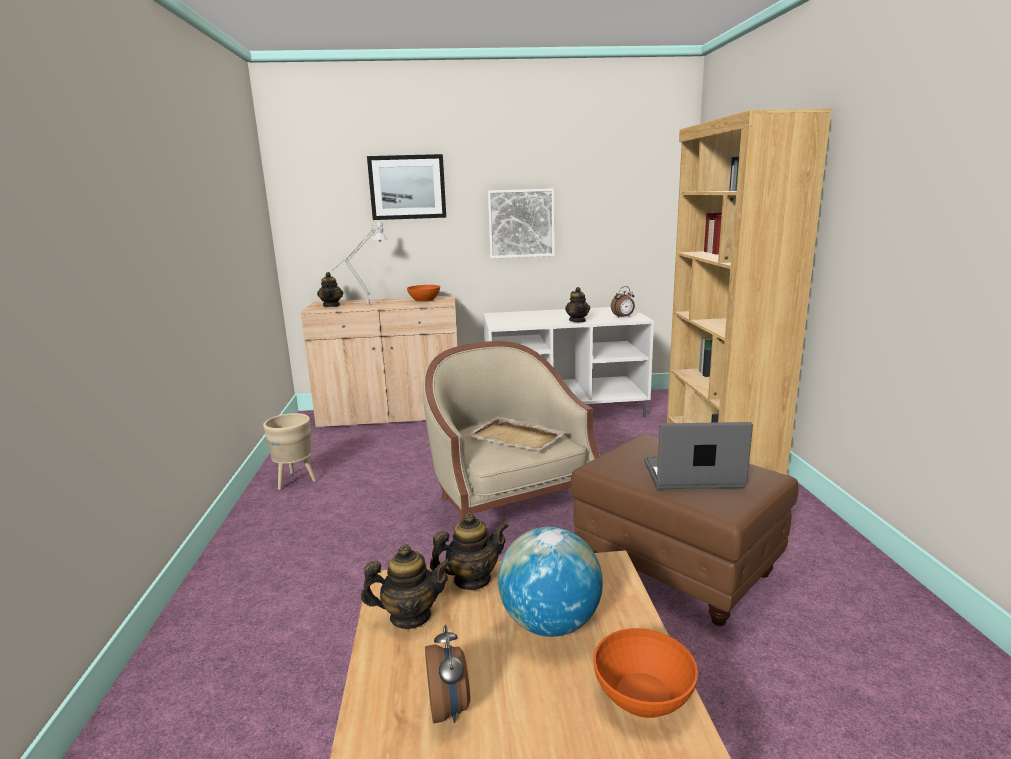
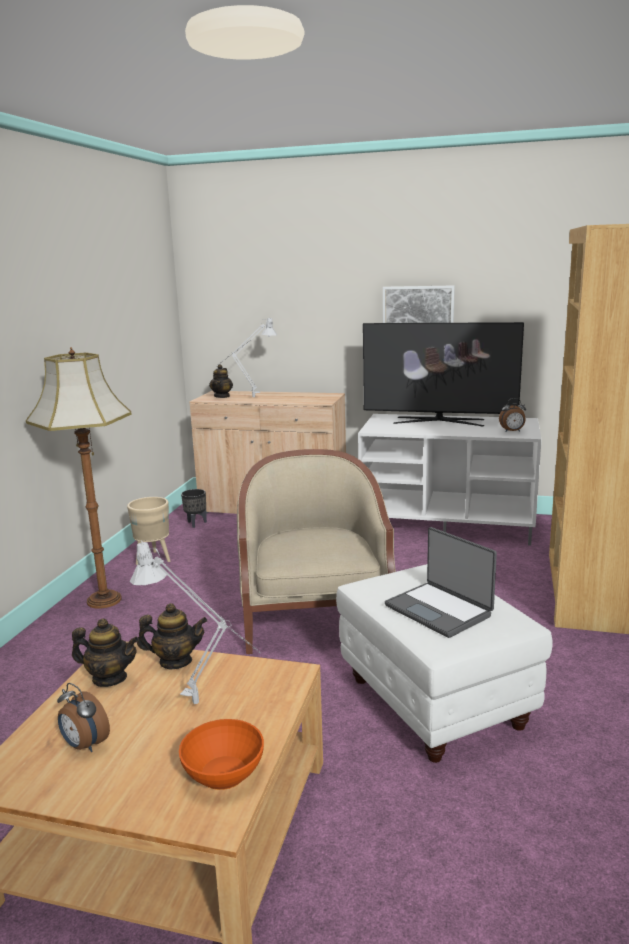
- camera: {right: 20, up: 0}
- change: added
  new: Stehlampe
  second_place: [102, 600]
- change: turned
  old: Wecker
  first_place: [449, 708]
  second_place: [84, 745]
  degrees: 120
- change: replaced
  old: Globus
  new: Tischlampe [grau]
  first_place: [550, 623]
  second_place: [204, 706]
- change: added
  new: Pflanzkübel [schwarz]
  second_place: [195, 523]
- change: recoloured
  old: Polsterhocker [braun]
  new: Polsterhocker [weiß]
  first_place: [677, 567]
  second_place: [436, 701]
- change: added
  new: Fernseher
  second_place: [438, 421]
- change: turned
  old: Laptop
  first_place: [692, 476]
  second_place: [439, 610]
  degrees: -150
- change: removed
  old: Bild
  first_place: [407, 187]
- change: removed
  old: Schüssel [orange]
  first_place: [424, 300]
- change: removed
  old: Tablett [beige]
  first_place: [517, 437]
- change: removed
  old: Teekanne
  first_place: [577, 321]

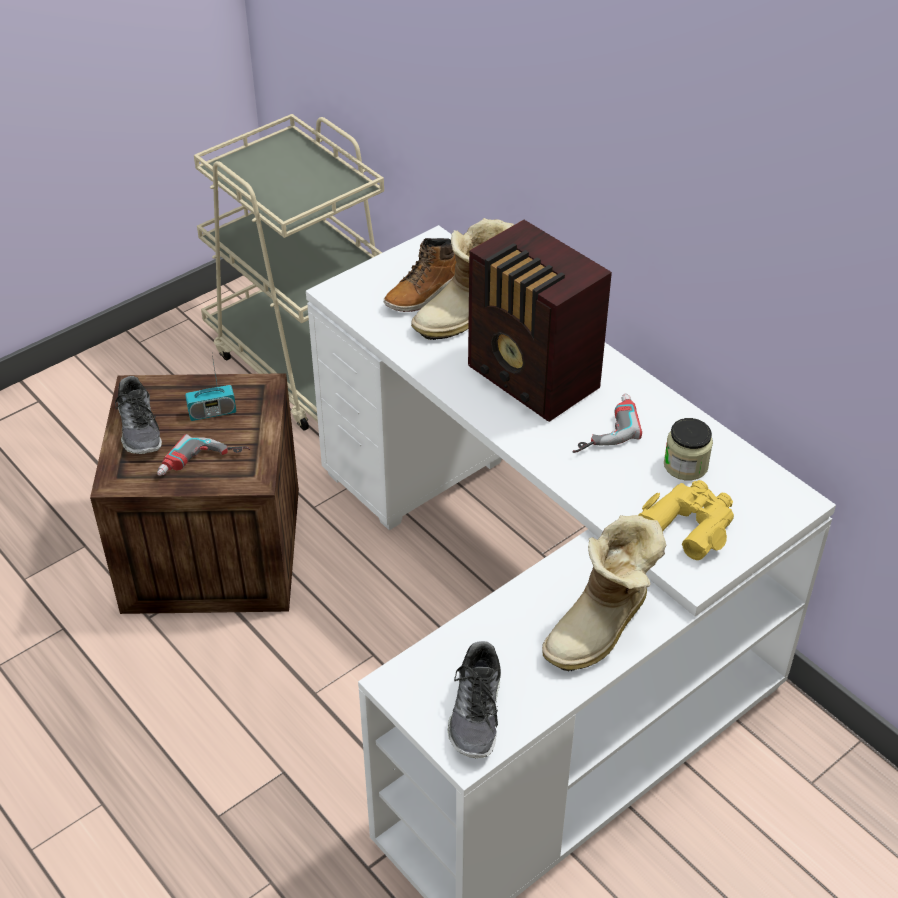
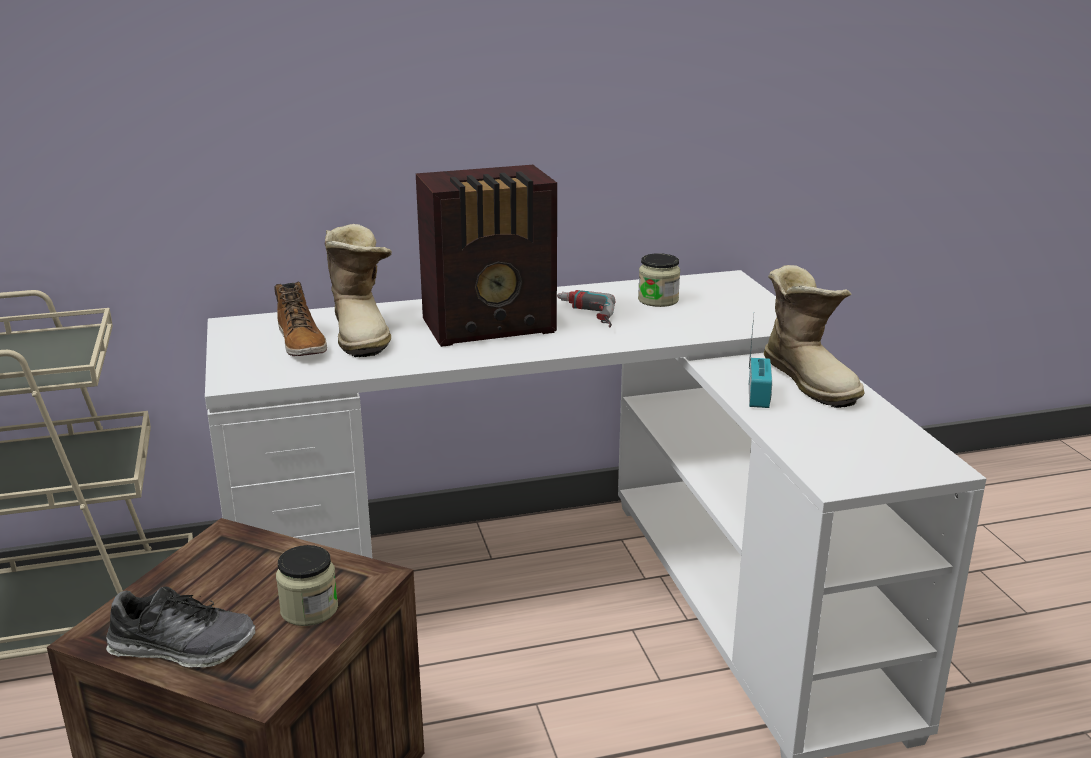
- camera: {right: -65, up: -20}
- change: replaced
  old: Bohrmaschine
  new: Vorratsglas
  first_place: [203, 465]
  second_place: [309, 609]
- change: moved
  old: Radio
  first_place: [212, 412]
  second_place: [758, 397]
- change: removed
  old: Schuh
  first_place: [477, 713]
- change: removed
  old: Fernglas [gelb]
  first_place: [690, 524]

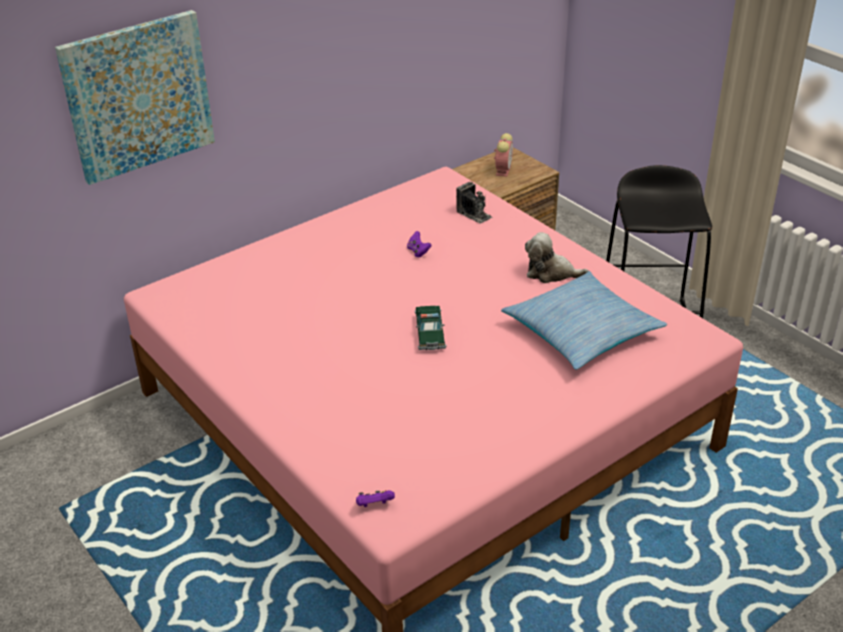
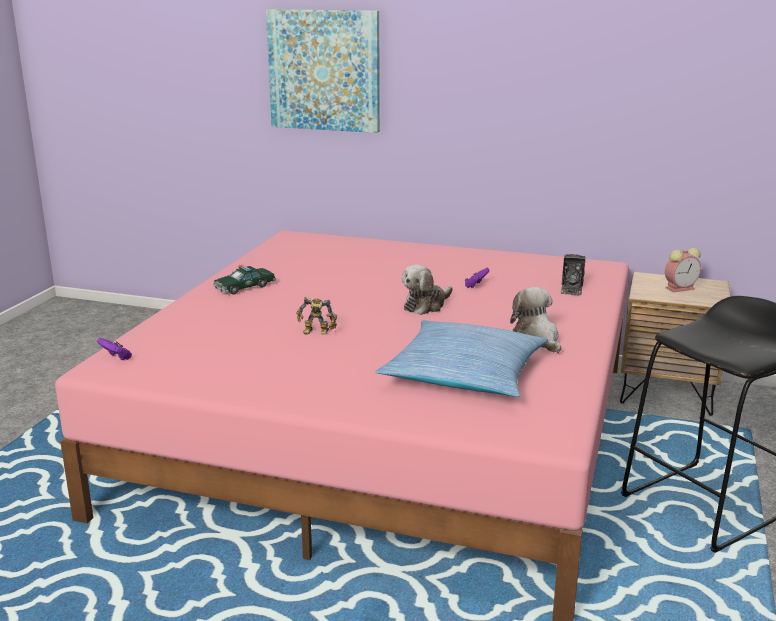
- camera: {right: 55, up: -15}
- change: moved
  old: Spielzeugauto
  first_place: [430, 334]
  second_place: [245, 287]
- change: added
  new: Spielzeugroboter
  second_place: [316, 332]
- change: added
  new: Plüschtier
  second_place: [426, 305]

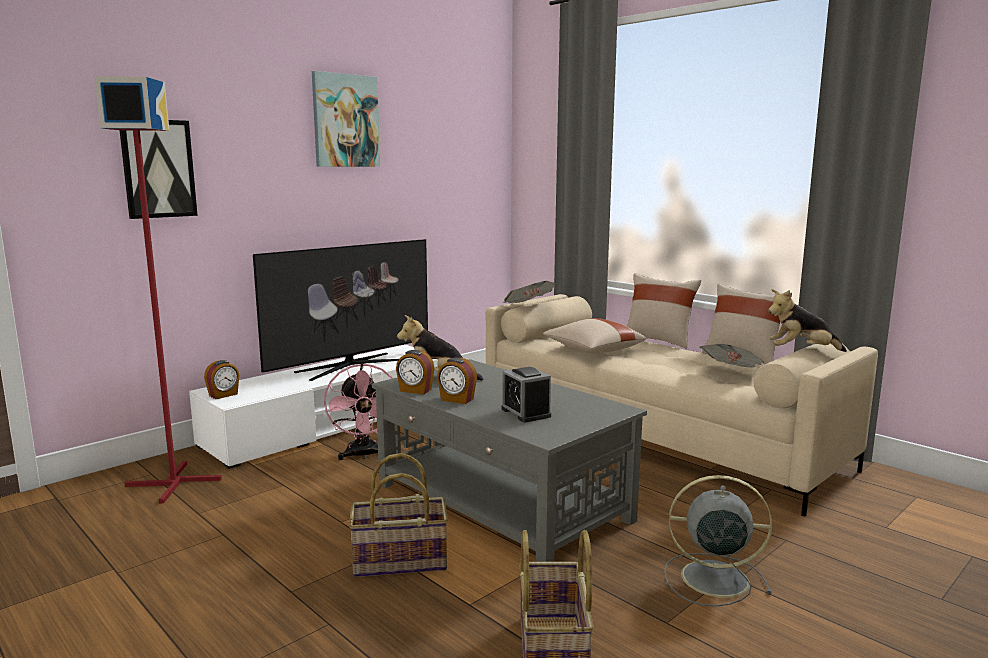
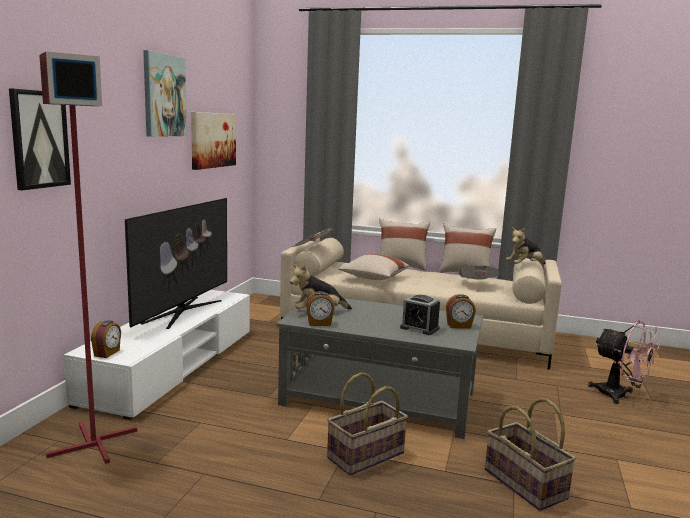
- camera: {right: -30, up: 0}
- change: added
  new: Bild
  second_place: [212, 140]
- change: moved
  old: Wecker
  first_place: [457, 400]
  second_place: [459, 326]
- change: moved
  old: Ventilator [rosa]
  first_place: [363, 455]
  second_place: [619, 396]
- change: removed
  old: Ventilator [grau]
  first_place: [711, 578]

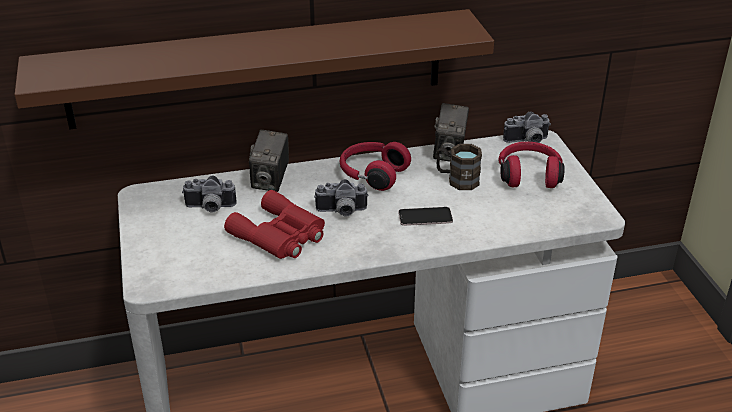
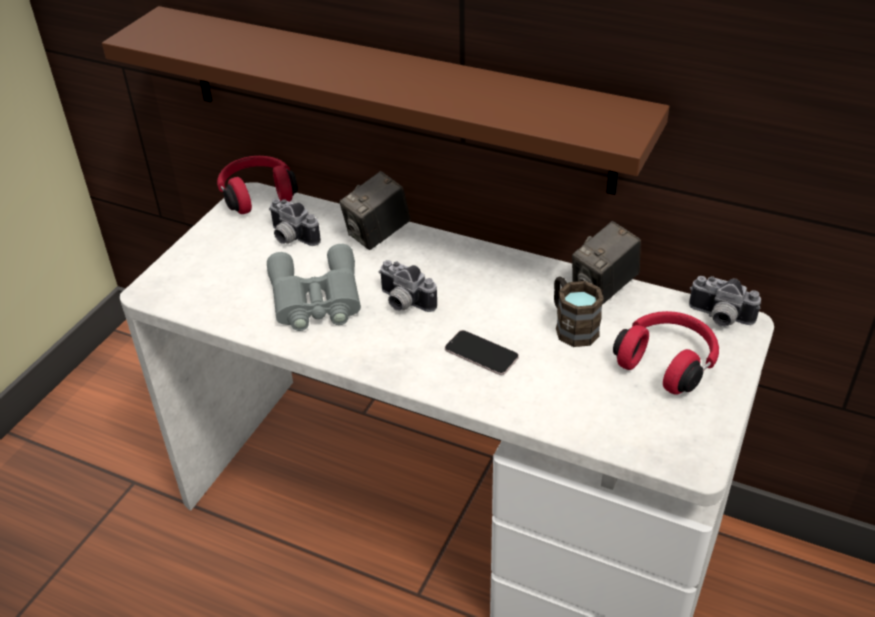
- camera: {right: 40, up: 5}
- change: moved
  old: Kopfhörer [rot]
  first_place: [372, 174]
  second_place: [257, 194]
- change: recoloured
  old: Fernglas [rot]
  new: Fernglas [grau]
  first_place: [280, 235]
  second_place: [315, 299]

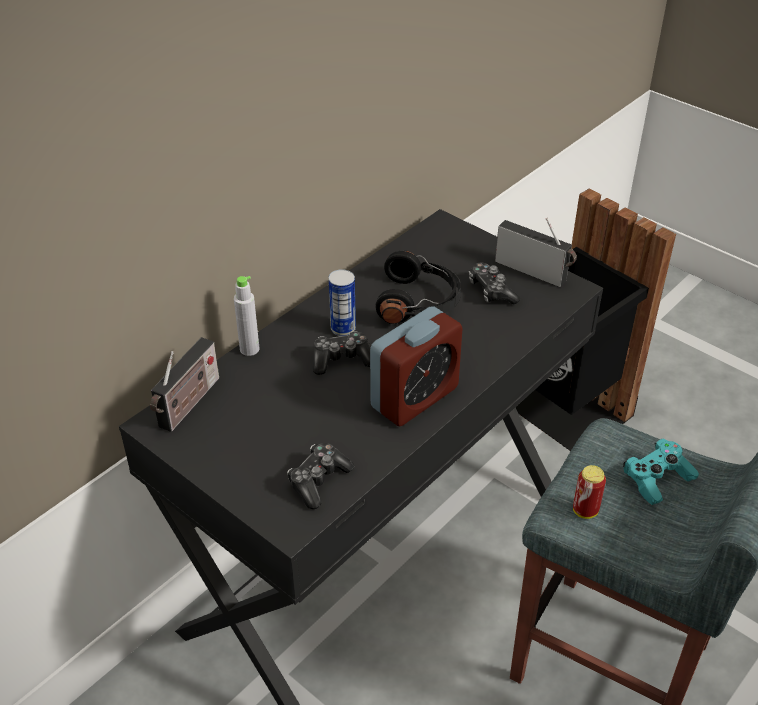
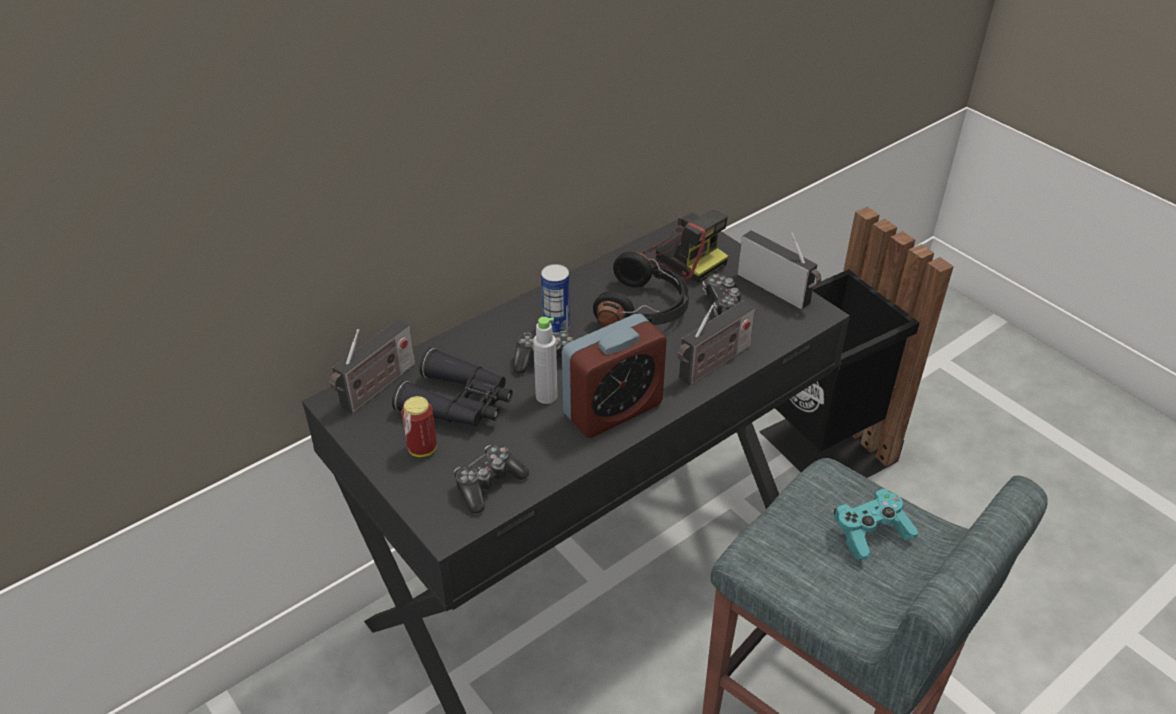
- camera: {right: 10, up: 0}
- change: added
  new: Fernglas [schwarz]
  second_place: [459, 403]
- change: moved
  old: Dose
  first_place: [585, 511]
  second_place: [422, 449]
- change: moved
  old: Flasche [grau]
  first_place: [249, 349]
  second_place: [546, 396]
- change: added
  new: Kamera
  second_place: [683, 257]
- change: added
  new: Radio
  second_place: [712, 364]

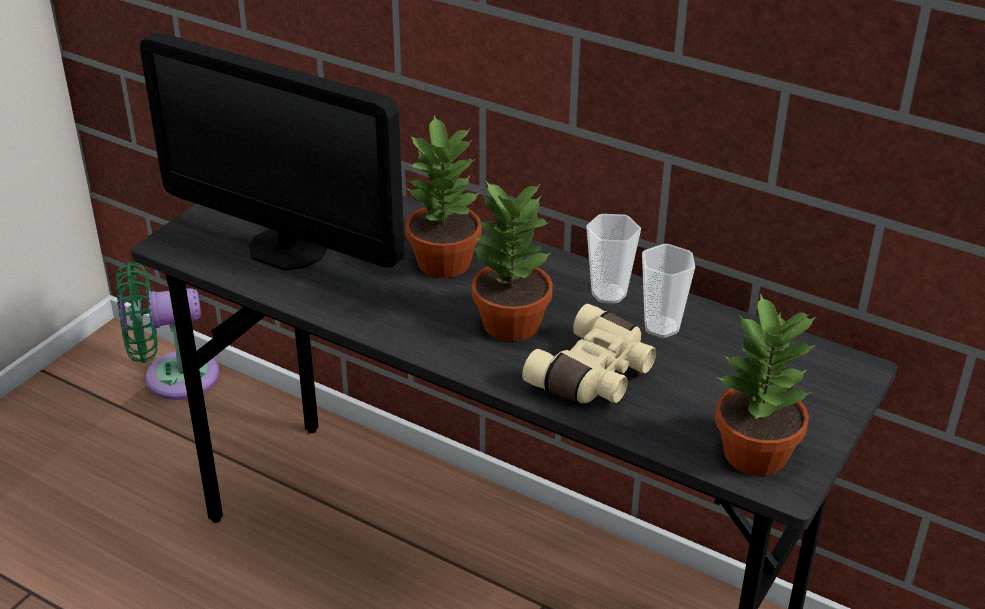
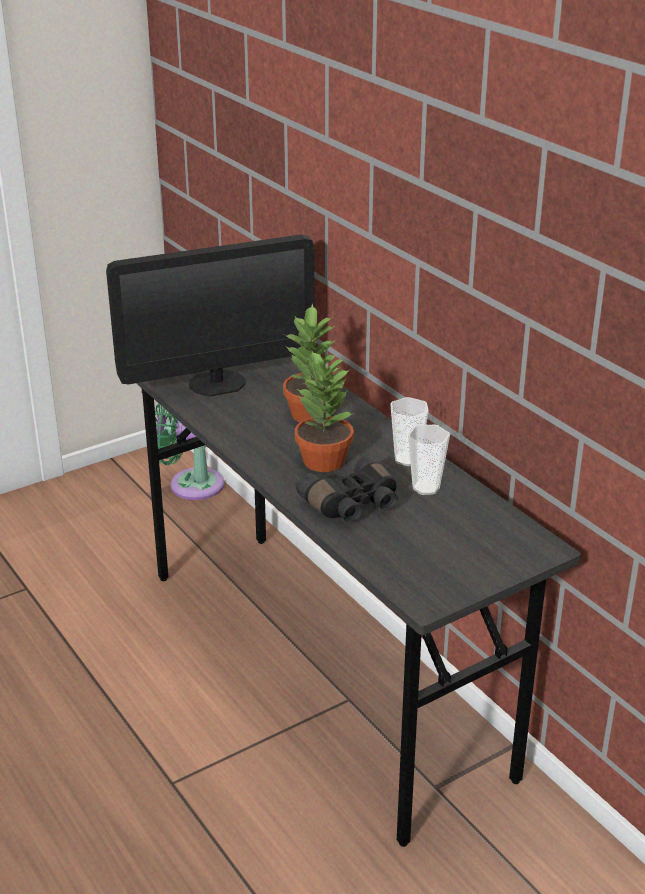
- camera: {right: 25, up: -5}
- change: turned
  old: Monitor
  first_place: [288, 248]
  second_place: [217, 383]
  degrees: -75
- change: recoloured
  old: Fernglas [beige]
  new: Fernglas [schwarz]
  first_place: [595, 376]
  second_place: [353, 505]
- change: removed
  old: Topfpflanze
  first_place: [755, 455]

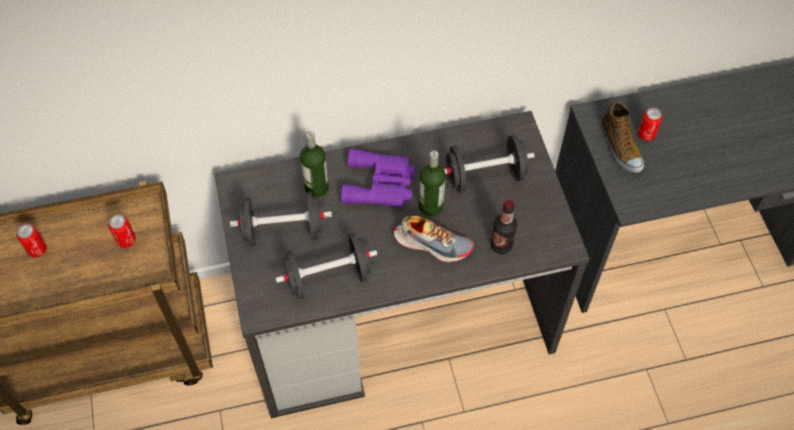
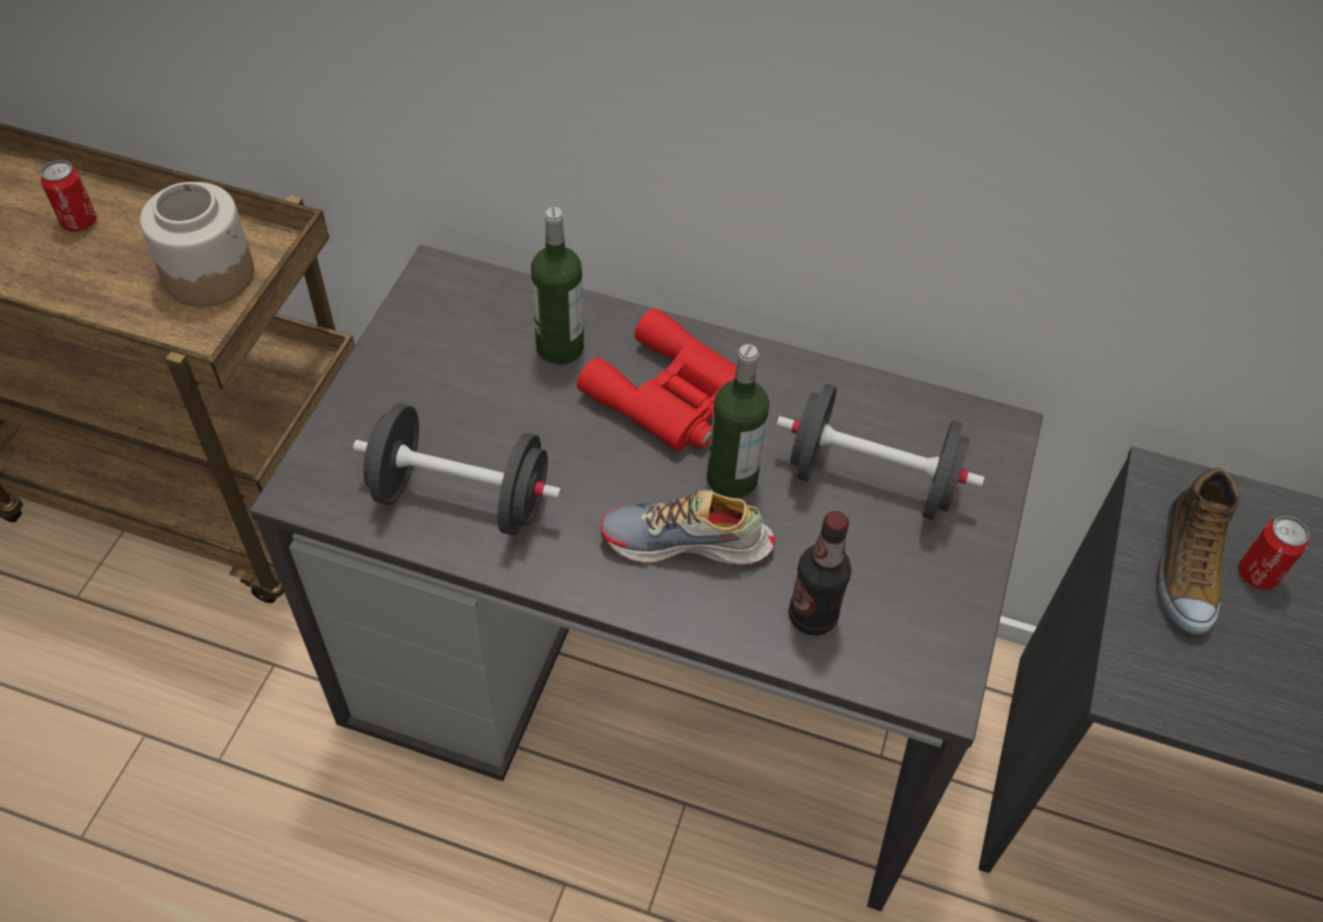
- camera: {right: 30, up: -5}
- change: replaced
  old: Dose
  new: Vorratsglas
  first_place: [126, 240]
  second_place: [209, 274]
- change: recoloured
  old: Fernglas [lila]
  new: Fernglas [rot]
  first_place: [381, 184]
  second_place: [672, 397]
- change: turned
  old: Schuh
  first_place: [433, 243]
  second_place: [687, 543]
  degrees: 135
- change: removed
  old: Hantel [schwarz]
  first_place: [283, 231]

